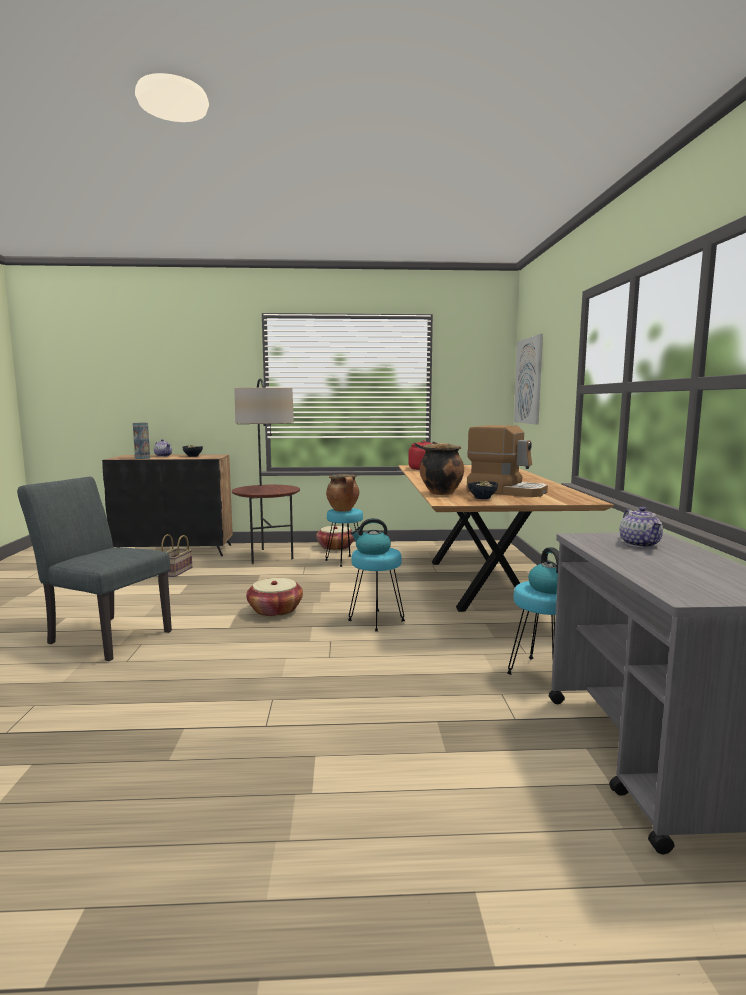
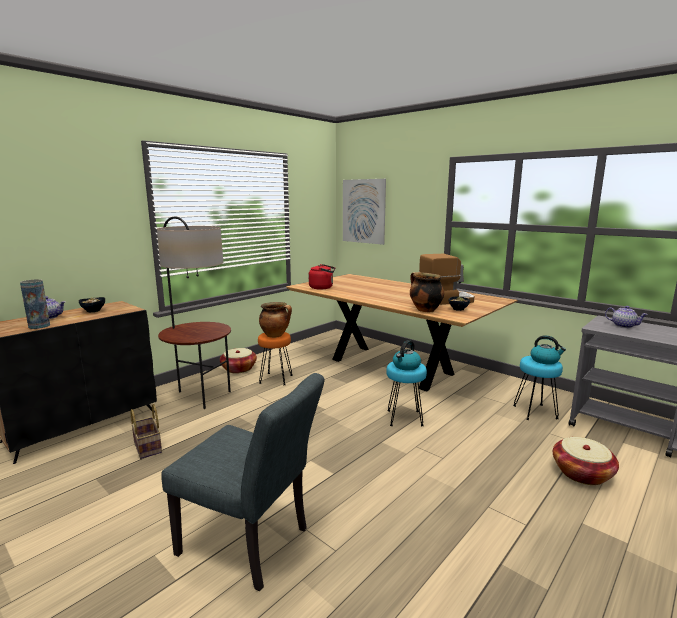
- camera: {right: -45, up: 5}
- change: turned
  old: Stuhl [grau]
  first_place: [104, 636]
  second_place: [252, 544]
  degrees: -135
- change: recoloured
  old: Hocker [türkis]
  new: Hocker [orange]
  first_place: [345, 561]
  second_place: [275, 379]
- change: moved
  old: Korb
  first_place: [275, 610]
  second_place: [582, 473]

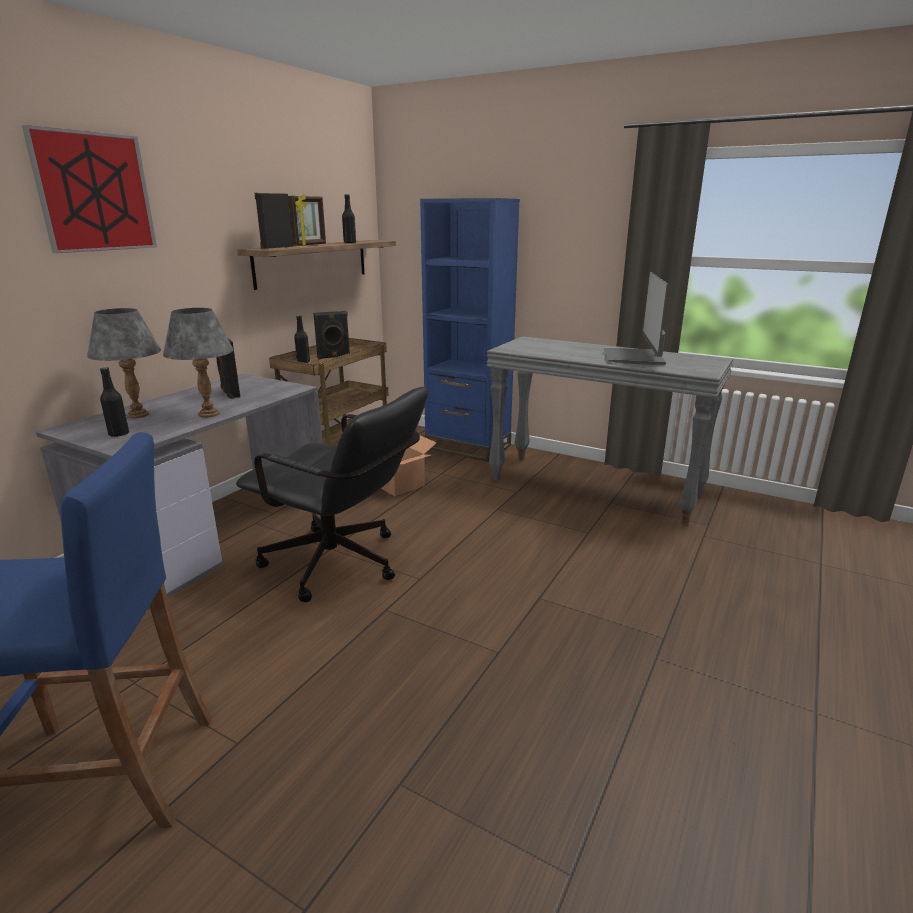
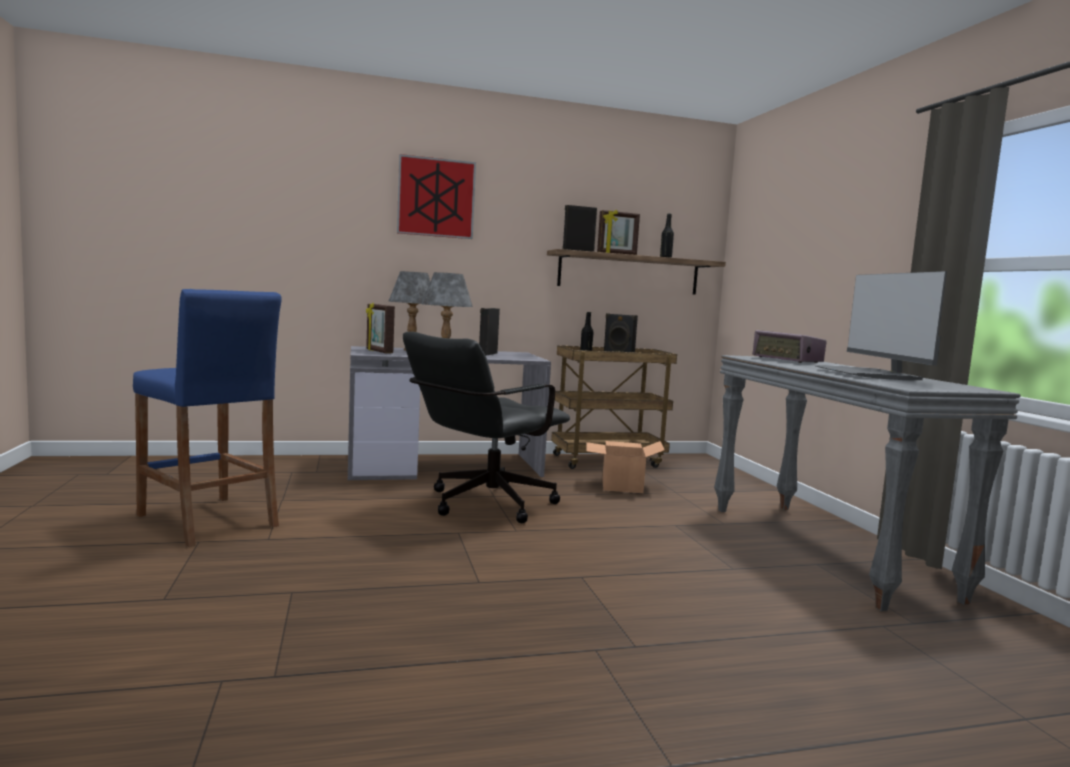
- camera: {right: 45, up: -15}
- change: replaced
  old: Flasche [schwarz]
  new: Bilderrahmen
  first_place: [119, 434]
  second_place: [378, 351]
- change: turned
  old: Bürostuhl [schwarz]
  first_place: [343, 566]
  second_place: [481, 505]
  degrees: 60
- change: added
  new: Radio
  second_place: [787, 360]
- change: turned
  old: Monitor
  first_place: [635, 357]
  second_place: [869, 375]
  degrees: -60
- change: removed
  old: Bücherregal [blau]
  first_place: [468, 447]

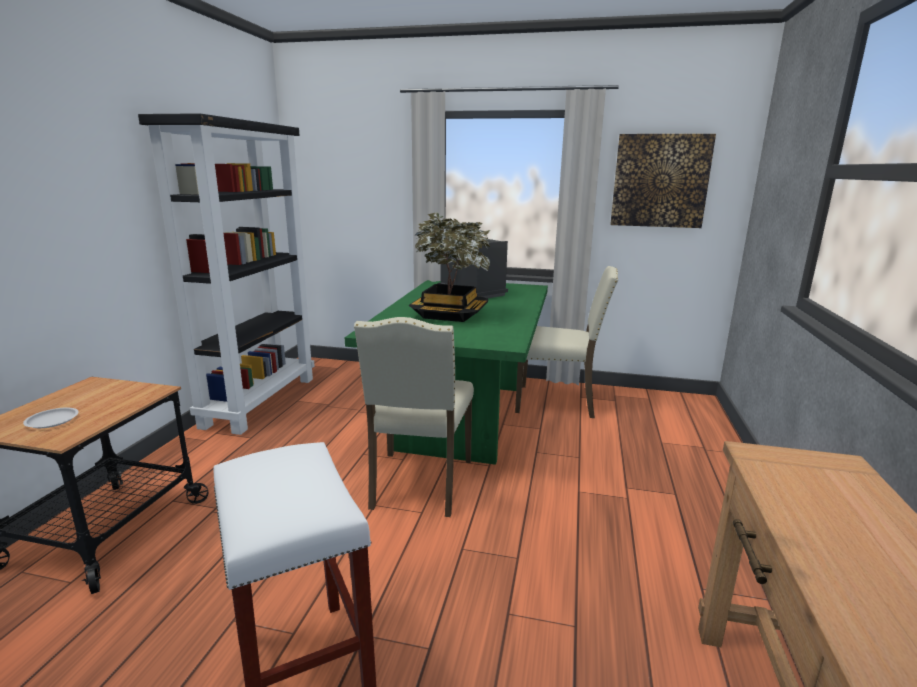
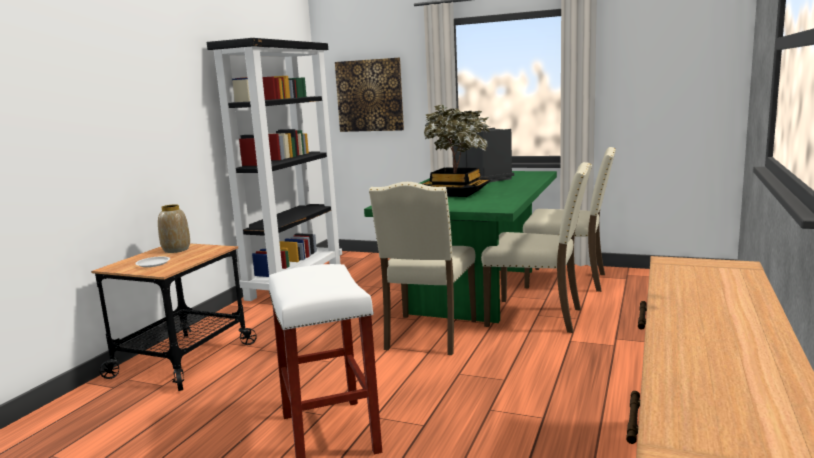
- camera: {right: 10, up: -5}
- change: added
  new: Vase
  second_place: [176, 250]
- change: moved
  old: Bild
  first_place: [660, 181]
  second_place: [370, 95]
- change: added
  new: Stuhl [beige]
  second_place: [537, 316]

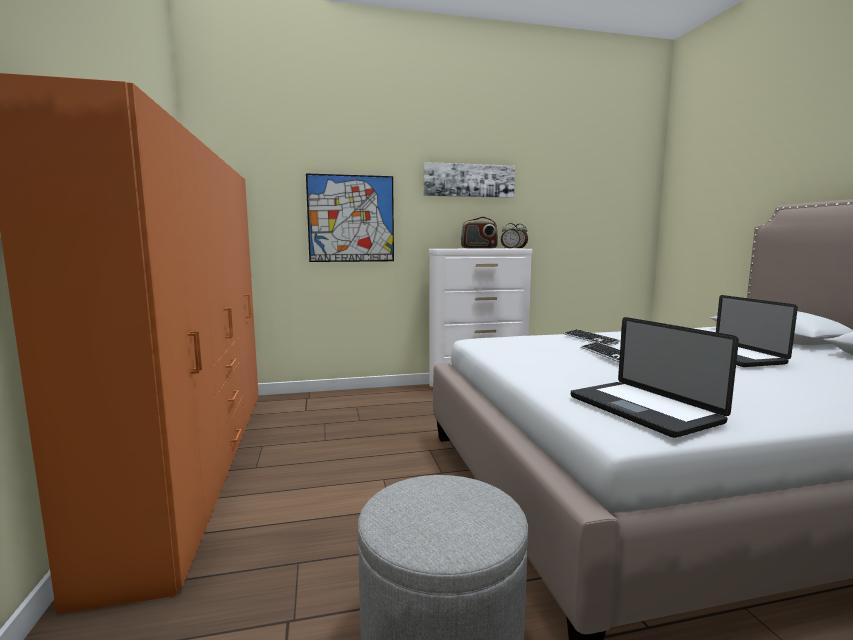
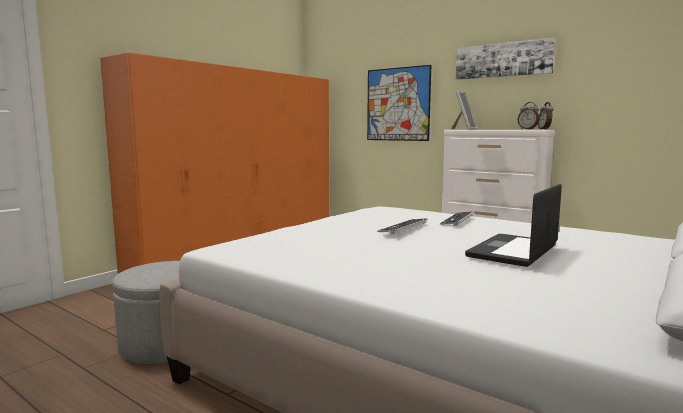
- camera: {right: 50, up: 0}
- change: added
  new: Bilderrahmen
  second_place: [464, 129]
- change: removed
  old: Radio
  first_place: [479, 248]
- change: removed
  old: Laptop
  first_place: [643, 409]

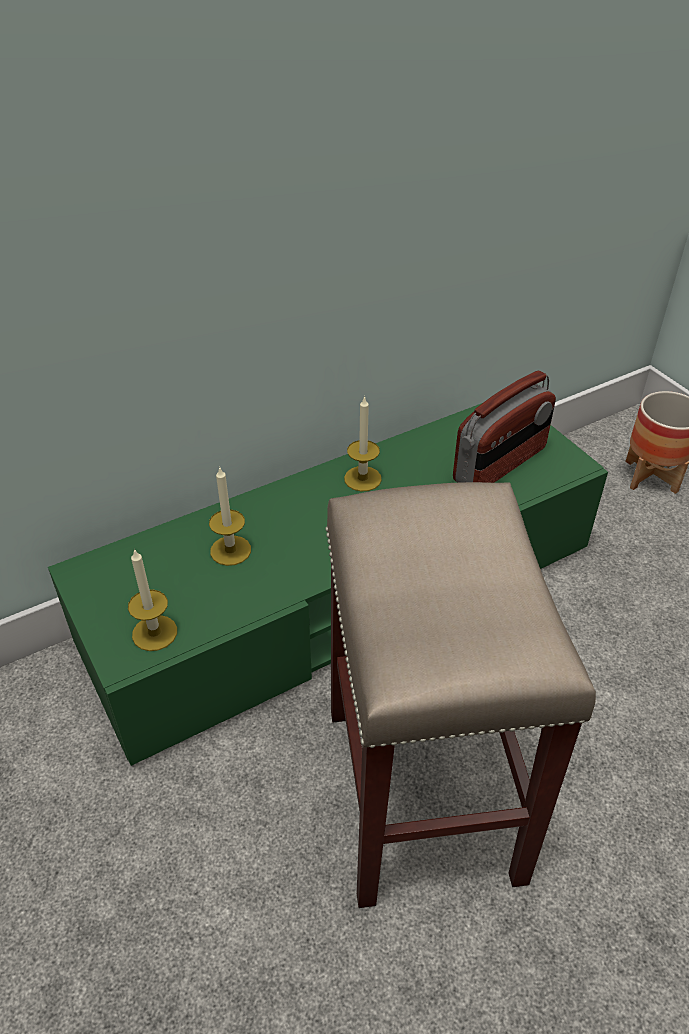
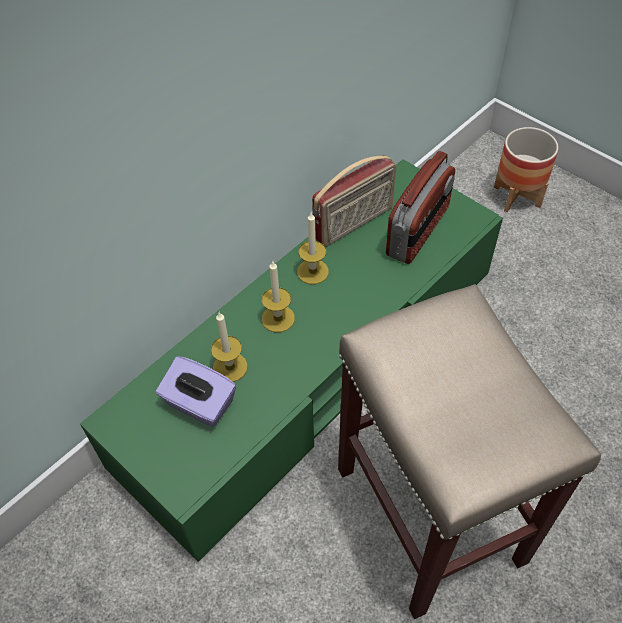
- camera: {right: -15, up: 10}
- change: added
  new: Taschentuchbox [lila]
  second_place: [199, 404]
- change: moved
  old: Kerze
  first_place: [154, 633]
  second_place: [278, 318]
- change: added
  new: Radio
  second_place: [354, 223]

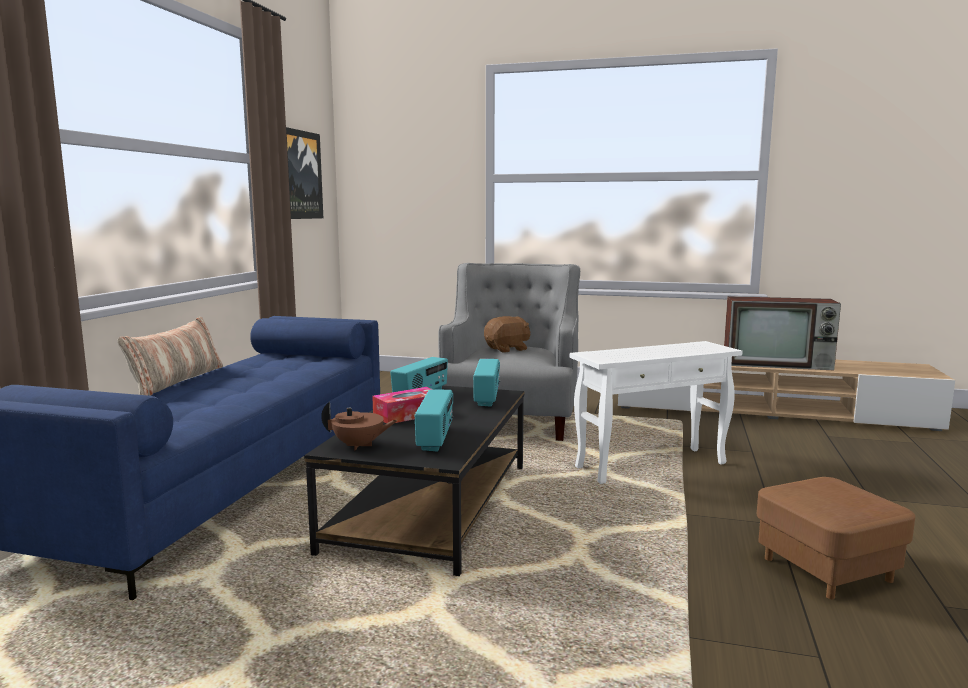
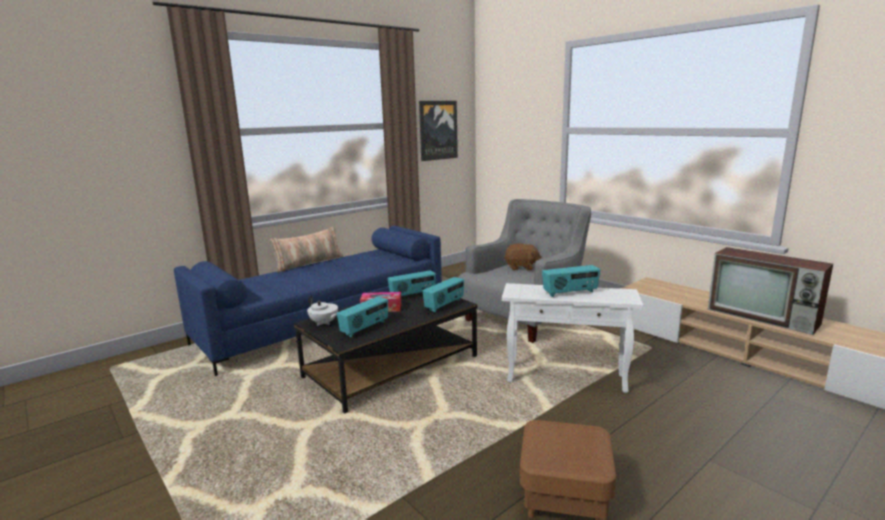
- camera: {right: 35, up: 5}
- change: recoloured
  old: Teekanne [braun]
  new: Teekanne [weiß]
  first_place: [359, 446]
  second_place: [324, 323]
- change: added
  new: Radio
  second_place: [570, 293]

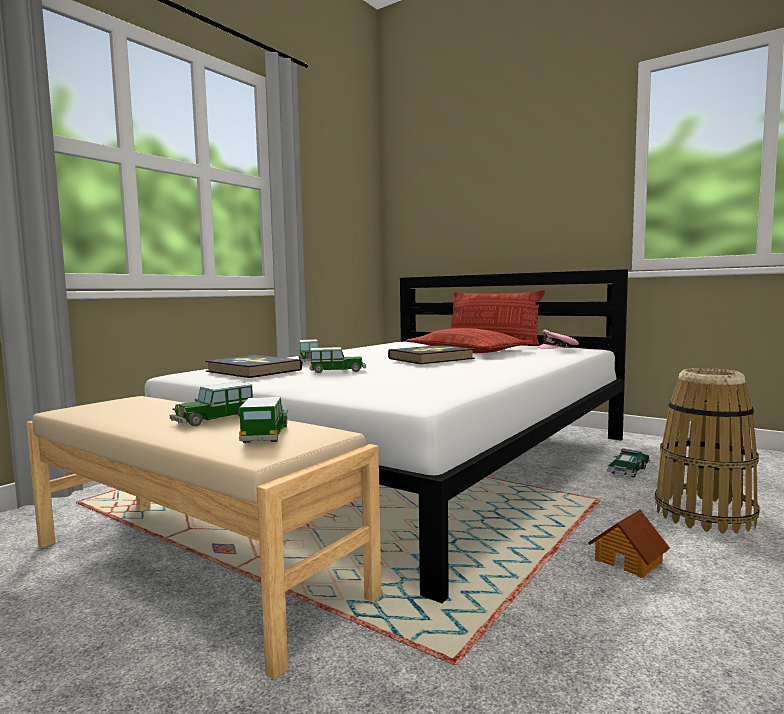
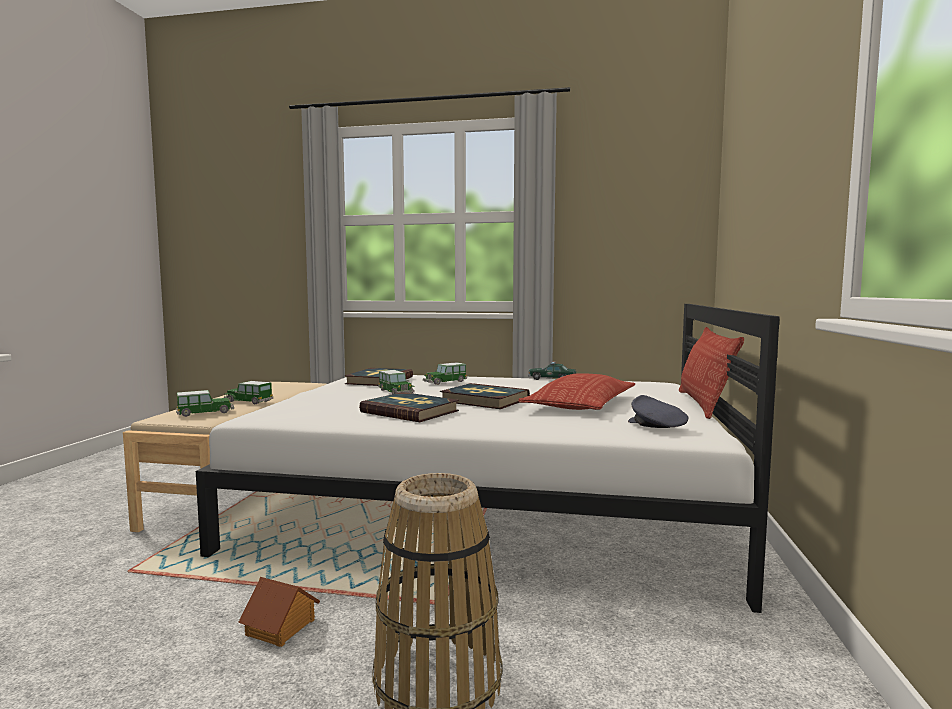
- camera: {right: 65, up: 0}
- change: added
  new: Buch
  second_place: [410, 411]
- change: moved
  old: Spielzeugauto
  first_place: [628, 470]
  second_place: [552, 379]
- change: recoloured
  old: Kappe [rosa]
  new: Kappe [grau]
  first_place: [559, 348]
  second_place: [656, 425]

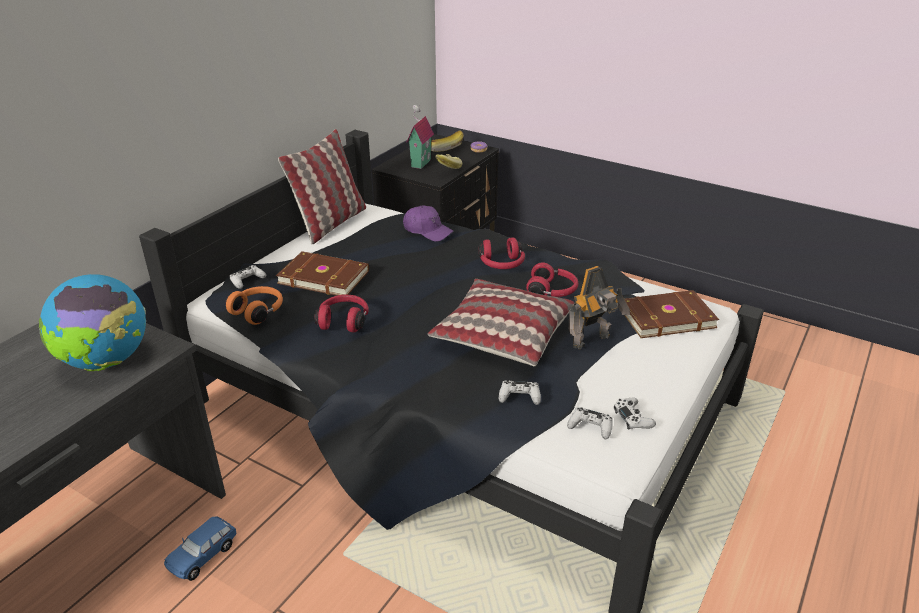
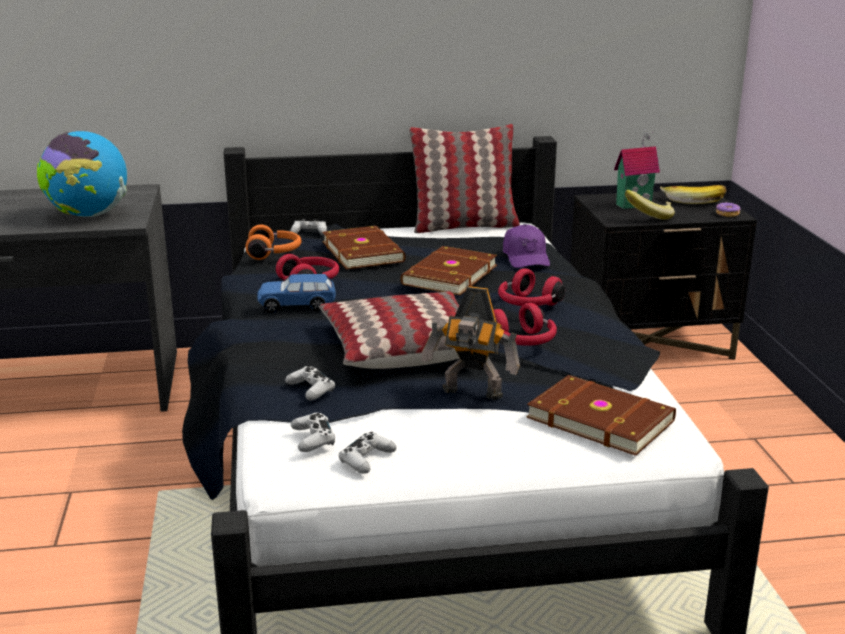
- camera: {right: 50, up: -10}
- change: moved
  old: Spielzeugauto [blau]
  first_place: [203, 555]
  second_place: [297, 306]
- change: added
  new: Buch [braun]
  second_place: [448, 275]

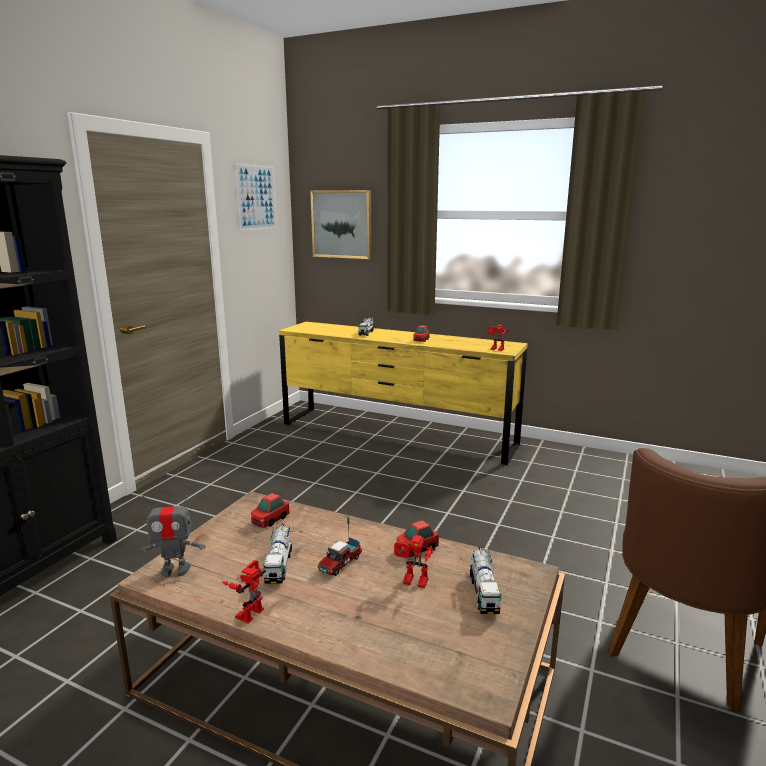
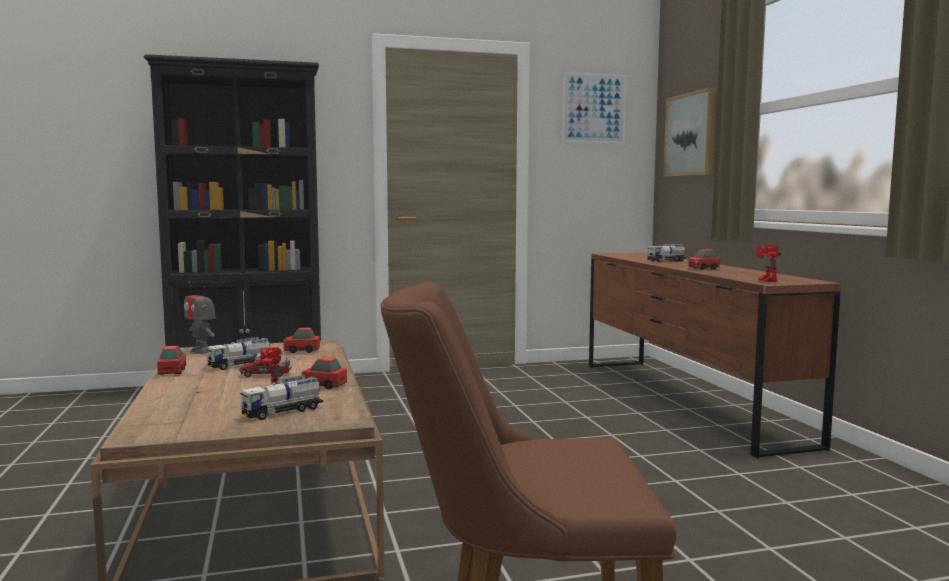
- camera: {right: 50, up: -10}
- change: replaced
  old: Spielzeugroboter
  new: Spielzeugauto
  first_place: [248, 611]
  second_place: [172, 372]
- change: recoloured
  old: Kommode [gelb]
  new: Kommode [braun]
  first_place: [396, 434]
  second_place: [684, 400]

